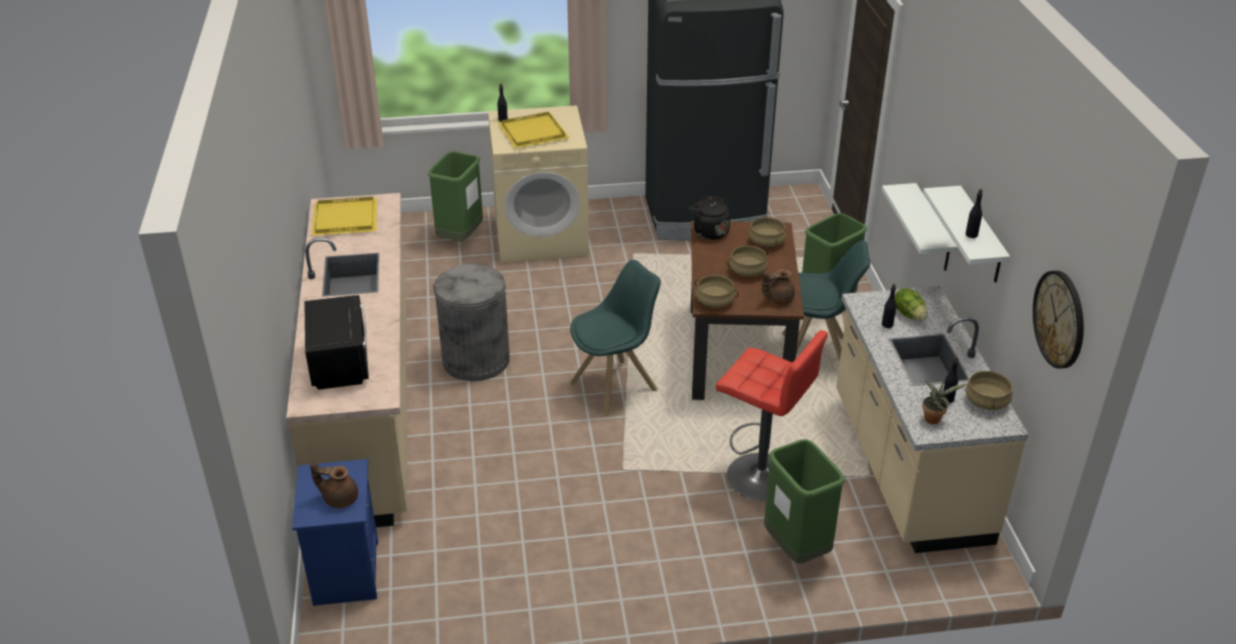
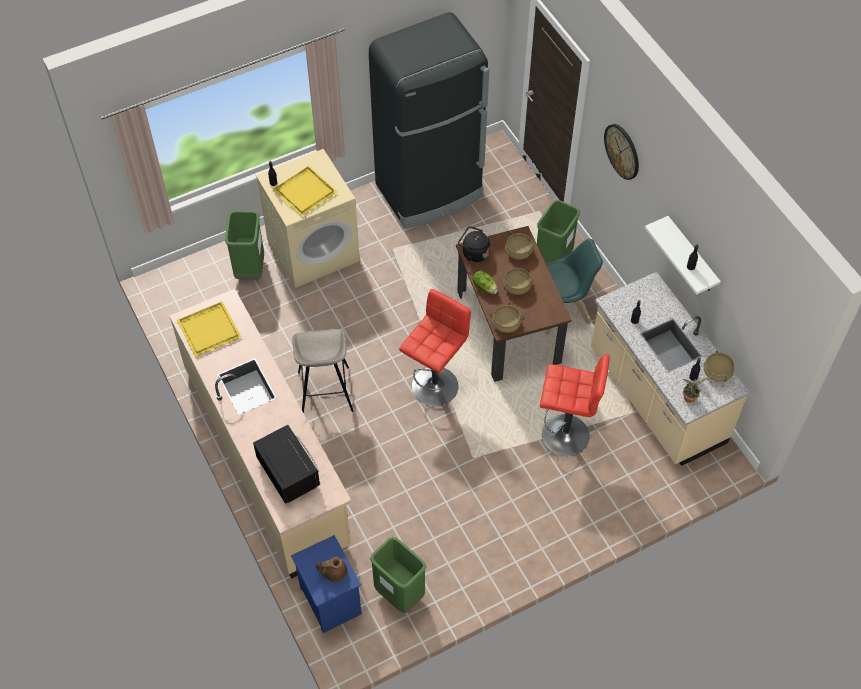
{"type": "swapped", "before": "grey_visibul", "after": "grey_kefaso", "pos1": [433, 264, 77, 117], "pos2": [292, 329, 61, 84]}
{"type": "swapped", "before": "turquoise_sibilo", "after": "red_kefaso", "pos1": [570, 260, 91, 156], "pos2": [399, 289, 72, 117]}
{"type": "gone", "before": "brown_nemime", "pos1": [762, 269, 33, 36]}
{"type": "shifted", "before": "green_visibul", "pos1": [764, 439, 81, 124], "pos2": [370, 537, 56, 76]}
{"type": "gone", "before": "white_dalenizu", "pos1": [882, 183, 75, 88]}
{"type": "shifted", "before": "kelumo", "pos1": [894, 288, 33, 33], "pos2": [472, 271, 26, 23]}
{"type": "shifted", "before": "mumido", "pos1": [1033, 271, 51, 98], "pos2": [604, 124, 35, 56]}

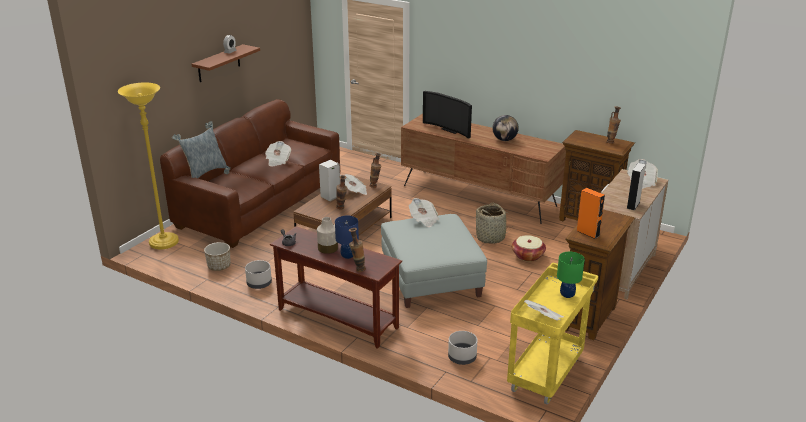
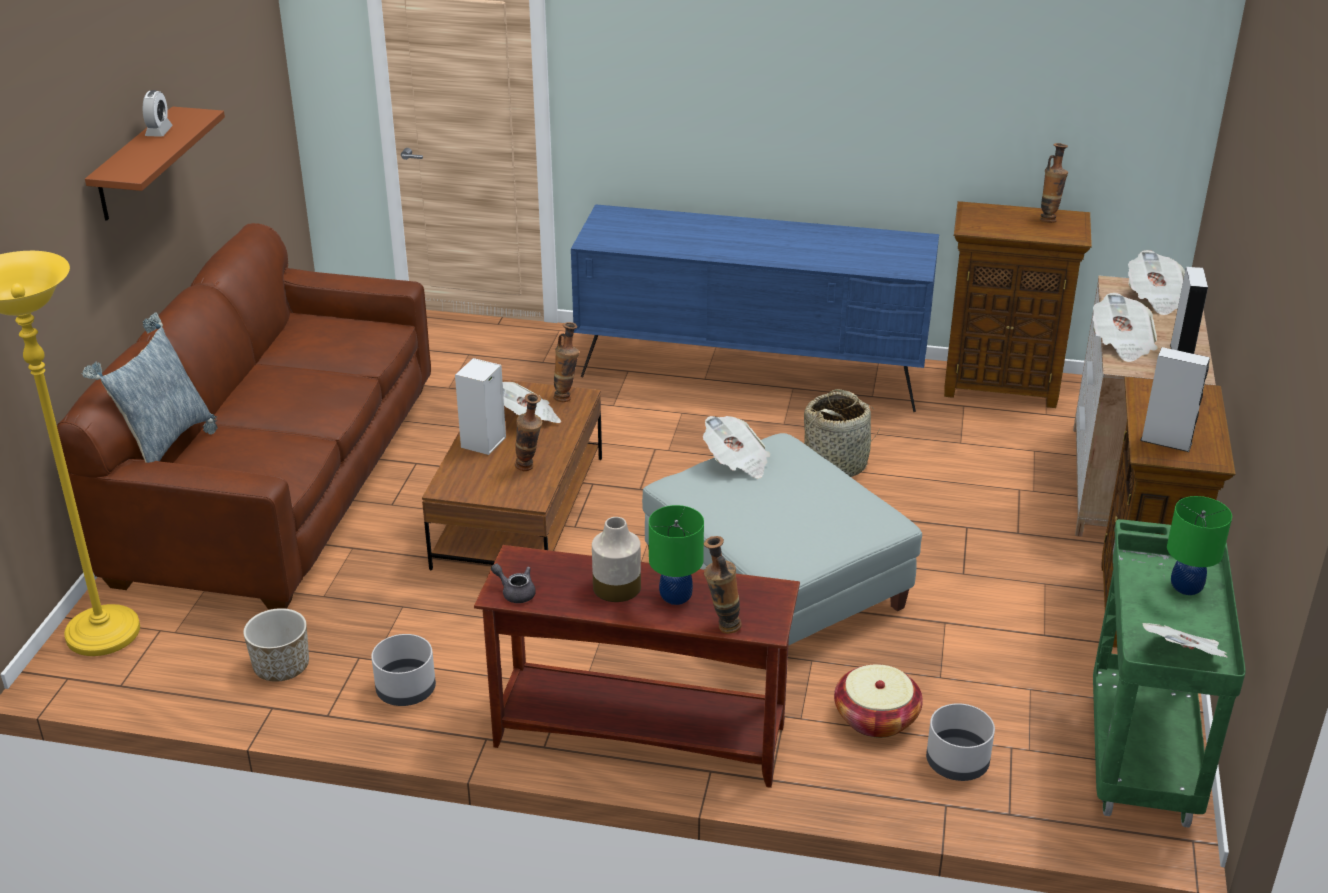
{"type": "shifted", "before": "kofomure", "pos1": [265, 141, 26, 25], "pos2": [1093, 293, 65, 69]}
{"type": "repainted", "before": "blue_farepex", "after": "green_farepex", "pos1": [335, 216, 24, 43], "pos2": [649, 505, 55, 100]}
{"type": "repainted", "before": "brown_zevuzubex", "after": "blue_zevuzubex", "pos1": [401, 114, 165, 110], "pos2": [571, 204, 368, 208]}
{"type": "gone", "before": "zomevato", "pos1": [423, 91, 49, 48]}
{"type": "gone", "before": "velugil", "pos1": [492, 115, 27, 26]}
{"type": "repainted", "before": "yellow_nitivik", "after": "green_nitivik", "pos1": [507, 263, 91, 142], "pos2": [1093, 519, 152, 308]}
{"type": "shifted", "before": "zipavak", "pos1": [512, 235, 34, 27], "pos2": [834, 664, 89, 74]}
{"type": "repainted", "before": "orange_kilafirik", "after": "grey_kilafirik", "pos1": [577, 188, 28, 51], "pos2": [1140, 347, 70, 105]}

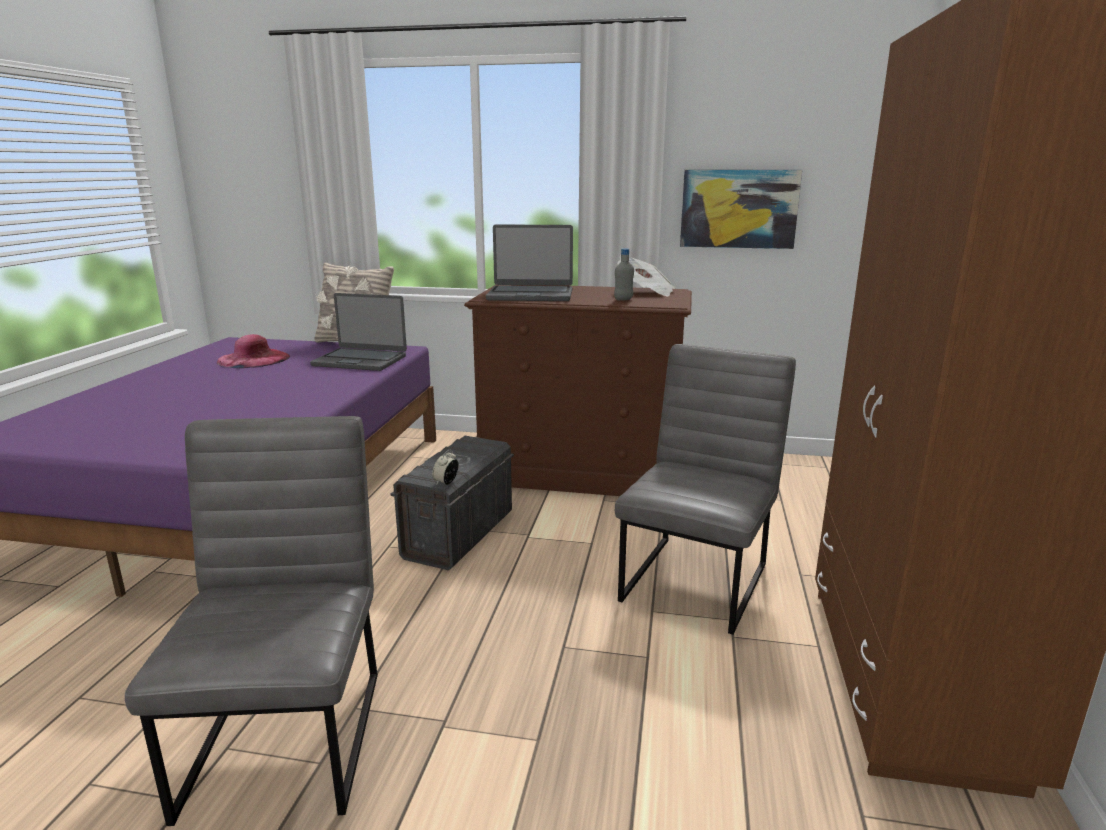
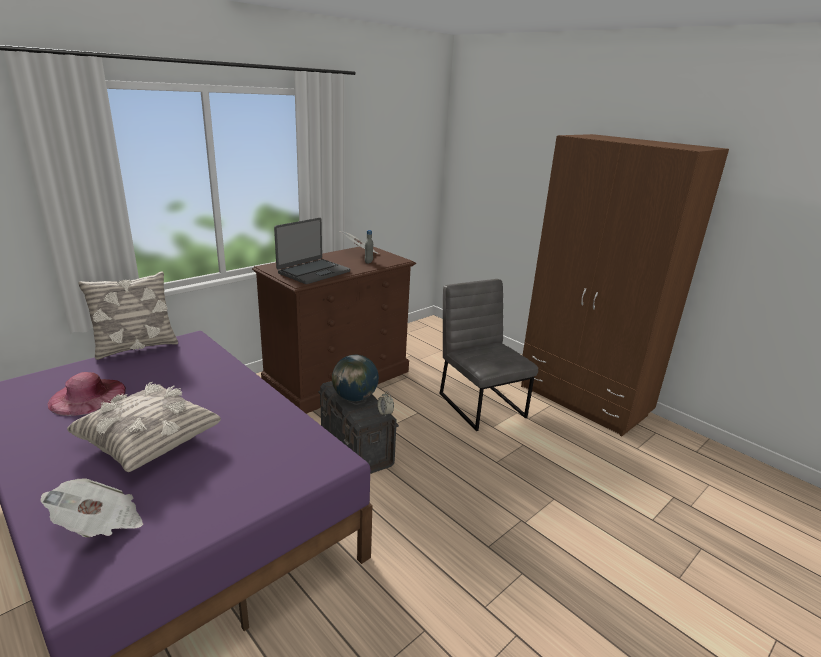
{"type": "gone", "before": "grey_sibilo", "pos1": [125, 416, 253, 410]}
{"type": "gone", "before": "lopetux", "pos1": [310, 293, 97, 78]}
{"type": "gone", "before": "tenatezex", "pos1": [680, 170, 122, 79]}
{"type": "new", "after": "kofomure", "pos2": [40, 478, 103, 59]}
{"type": "new", "after": "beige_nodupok", "pos2": [67, 382, 154, 90]}
{"type": "new", "after": "velugil", "pos2": [332, 355, 47, 46]}

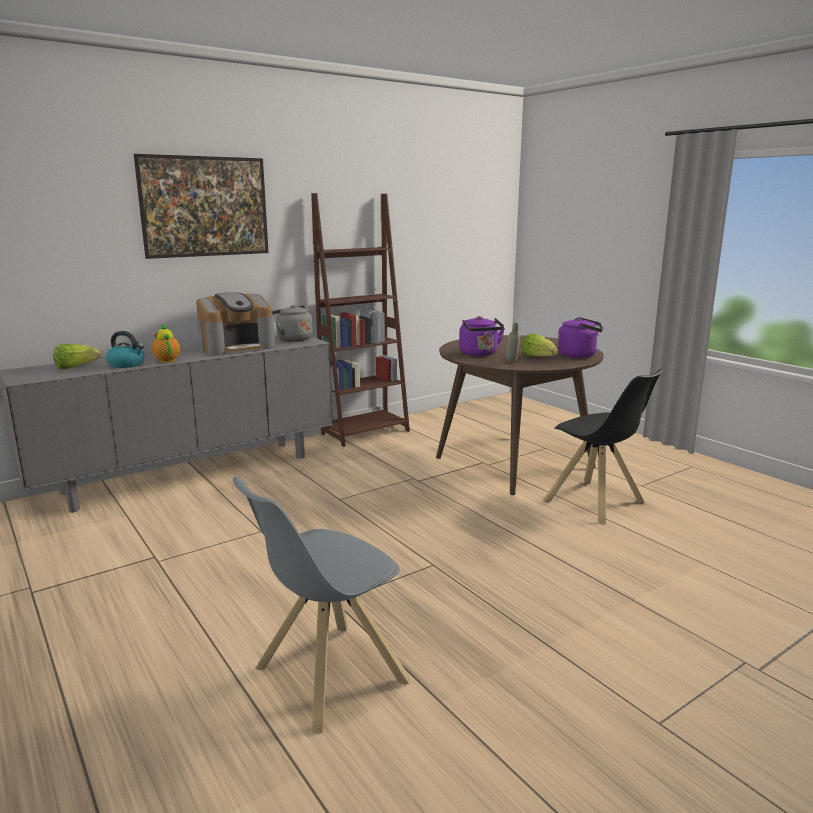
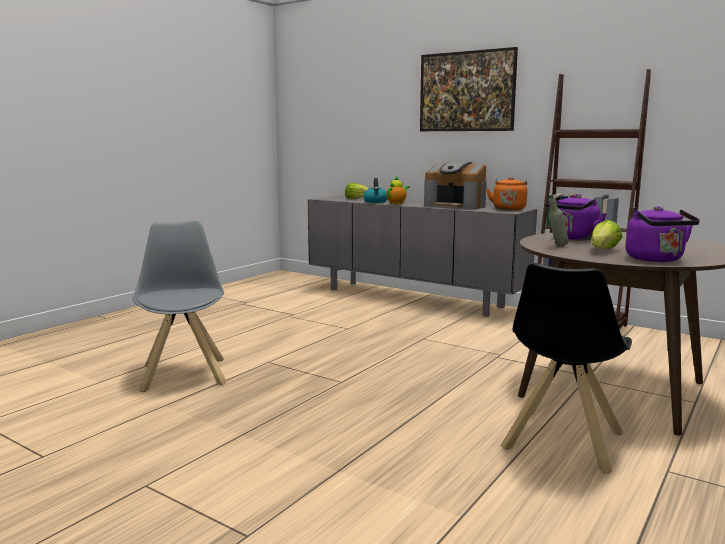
{"type": "rotated", "before": "grey_sibilo", "pos1": [233, 476, 177, 257], "pos2": [133, 221, 94, 171], "turn": 45}
{"type": "repainted", "before": "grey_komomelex", "after": "orange_komomelex", "pos1": [272, 305, 41, 37], "pos2": [486, 177, 41, 34]}

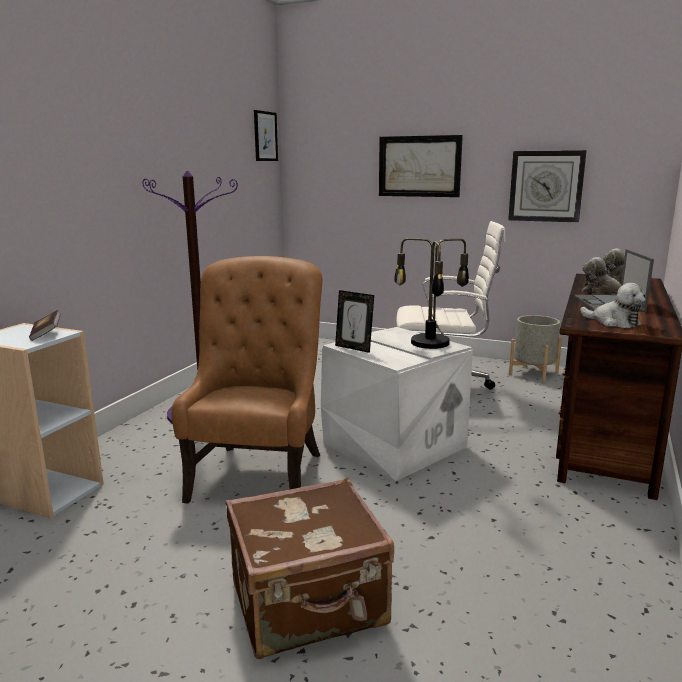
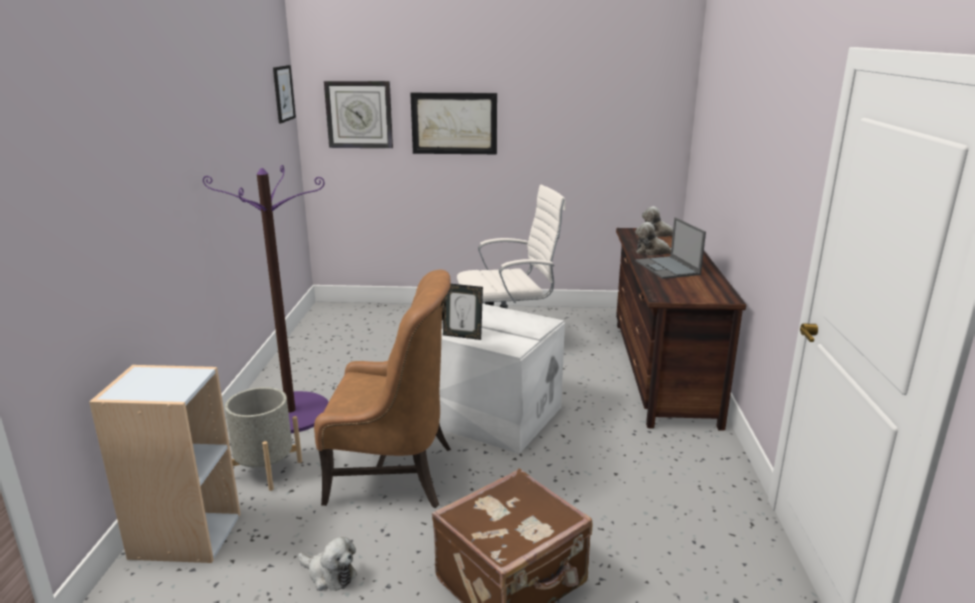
{"type": "gone", "before": "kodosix", "pos1": [29, 310, 32, 31]}
{"type": "rotated", "before": "brown_sibilo", "pos1": [171, 256, 151, 248], "pos2": [314, 270, 137, 238], "turn": 105}
{"type": "gone", "before": "farepex", "pos1": [394, 238, 75, 111]}
{"type": "shifted", "before": "mumido", "pos1": [508, 150, 79, 72], "pos2": [324, 81, 69, 67]}
{"type": "shifted", "before": "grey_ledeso", "pos1": [509, 315, 53, 68], "pos2": [225, 387, 77, 104]}
{"type": "shifted", "before": "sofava", "pos1": [580, 283, 66, 45], "pos2": [298, 537, 59, 54]}

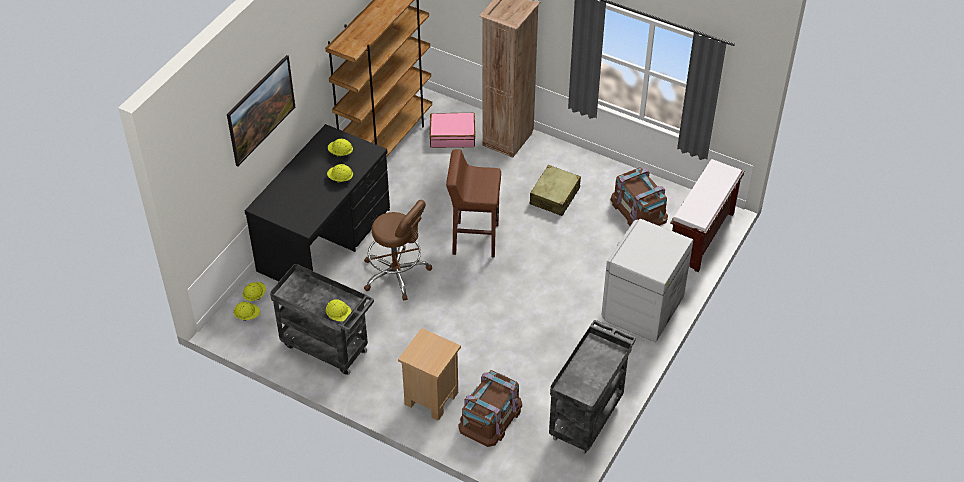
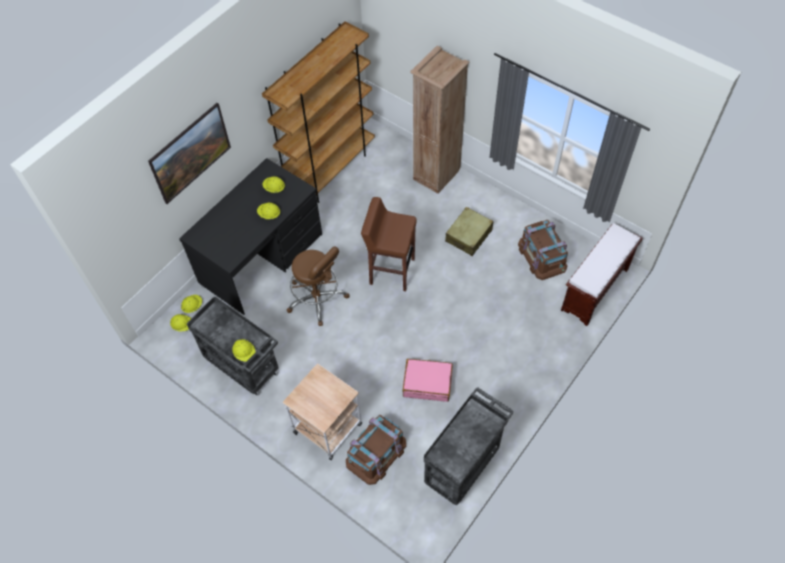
{"type": "swapped", "before": "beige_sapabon", "after": "beige_nitivik", "pos1": [398, 328, 63, 93], "pos2": [282, 363, 80, 97]}
{"type": "shifted", "before": "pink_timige", "pos1": [430, 113, 46, 35], "pos2": [403, 359, 50, 43]}
{"type": "gone", "before": "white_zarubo", "pos1": [602, 219, 92, 123]}

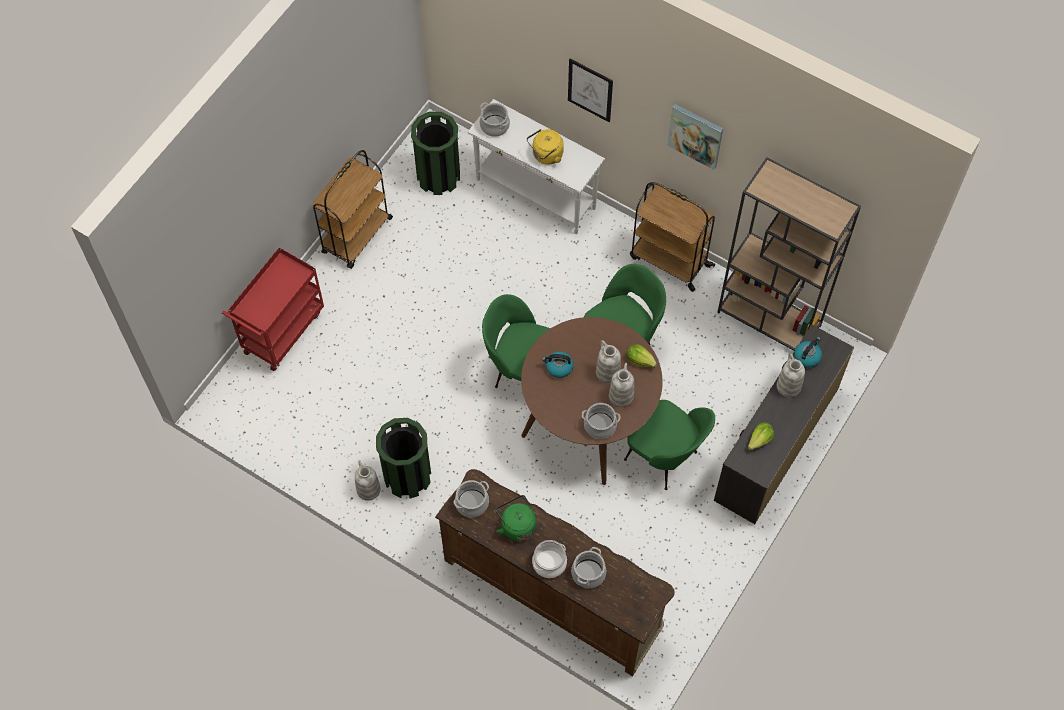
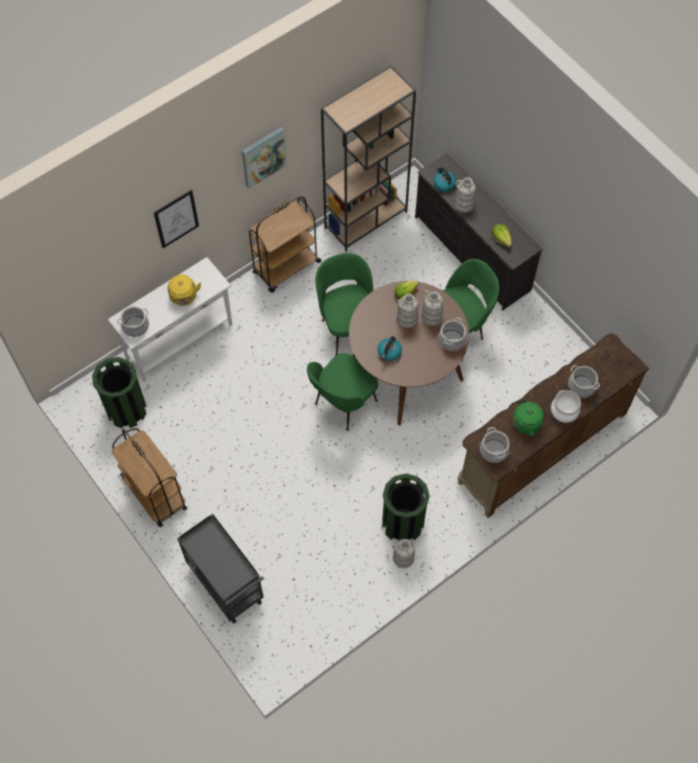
{"type": "repainted", "before": "red_nitivik", "after": "grey_nitivik", "pos1": [222, 248, 102, 123], "pos2": [177, 514, 87, 109]}

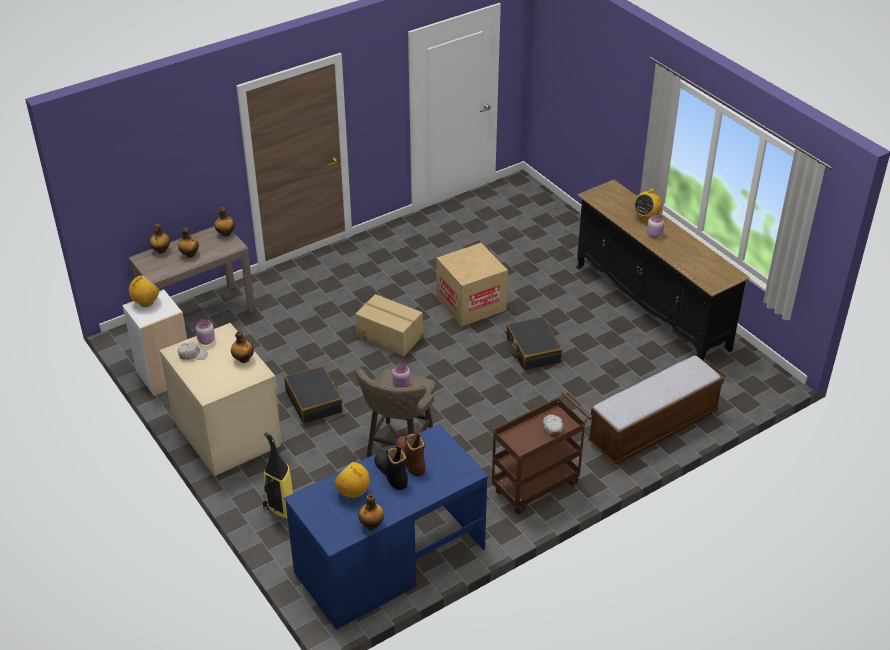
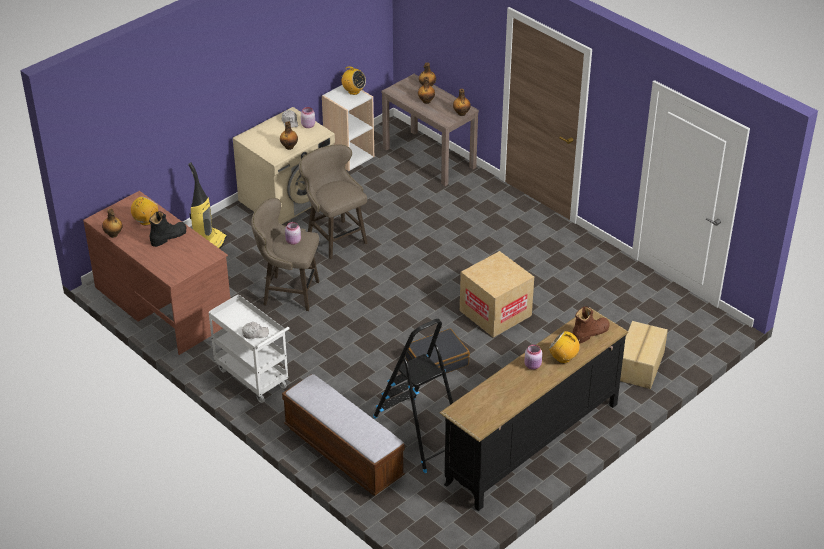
{"type": "swapped", "before": "black_timige", "after": "beige_kefaso", "pos1": [284, 366, 58, 58], "pos2": [299, 145, 68, 114]}
{"type": "repainted", "before": "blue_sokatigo", "after": "brown_sokatigo", "pos1": [284, 424, 204, 205], "pos2": [83, 191, 147, 164]}
{"type": "shifted", "before": "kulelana", "pos1": [355, 294, 68, 62], "pos2": [620, 321, 48, 68]}
{"type": "shifted", "before": "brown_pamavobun", "pos1": [395, 433, 30, 43], "pos2": [572, 306, 38, 38]}
{"type": "repainted", "before": "brown_nitivik", "after": "white_nitivik", "pos1": [492, 391, 100, 123], "pos2": [209, 294, 81, 109]}
{"type": "new", "after": "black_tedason", "pos2": [373, 319, 80, 154]}

